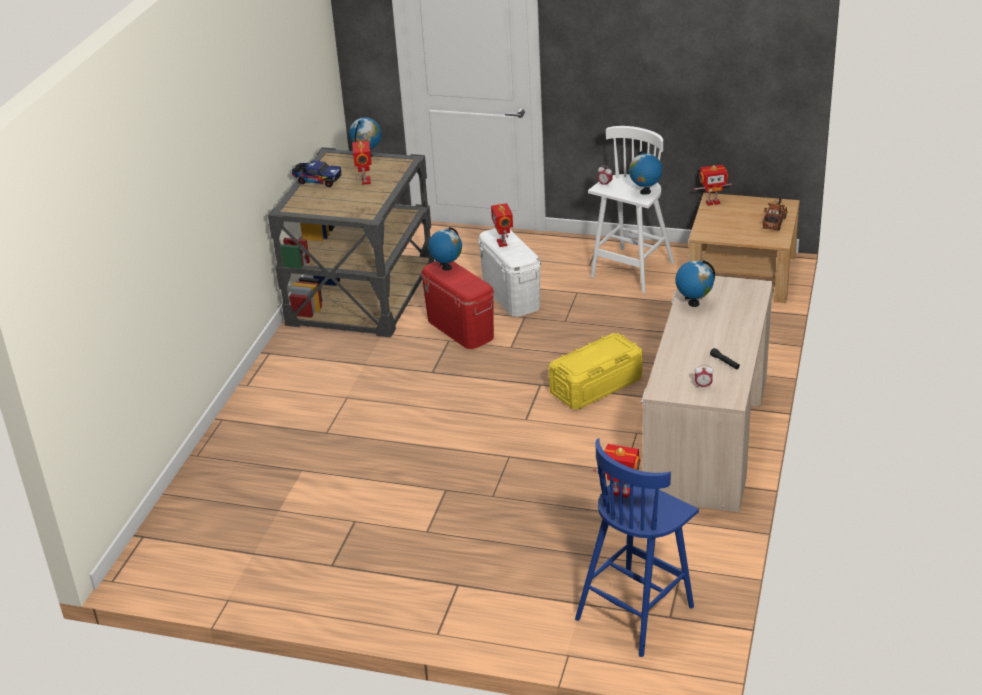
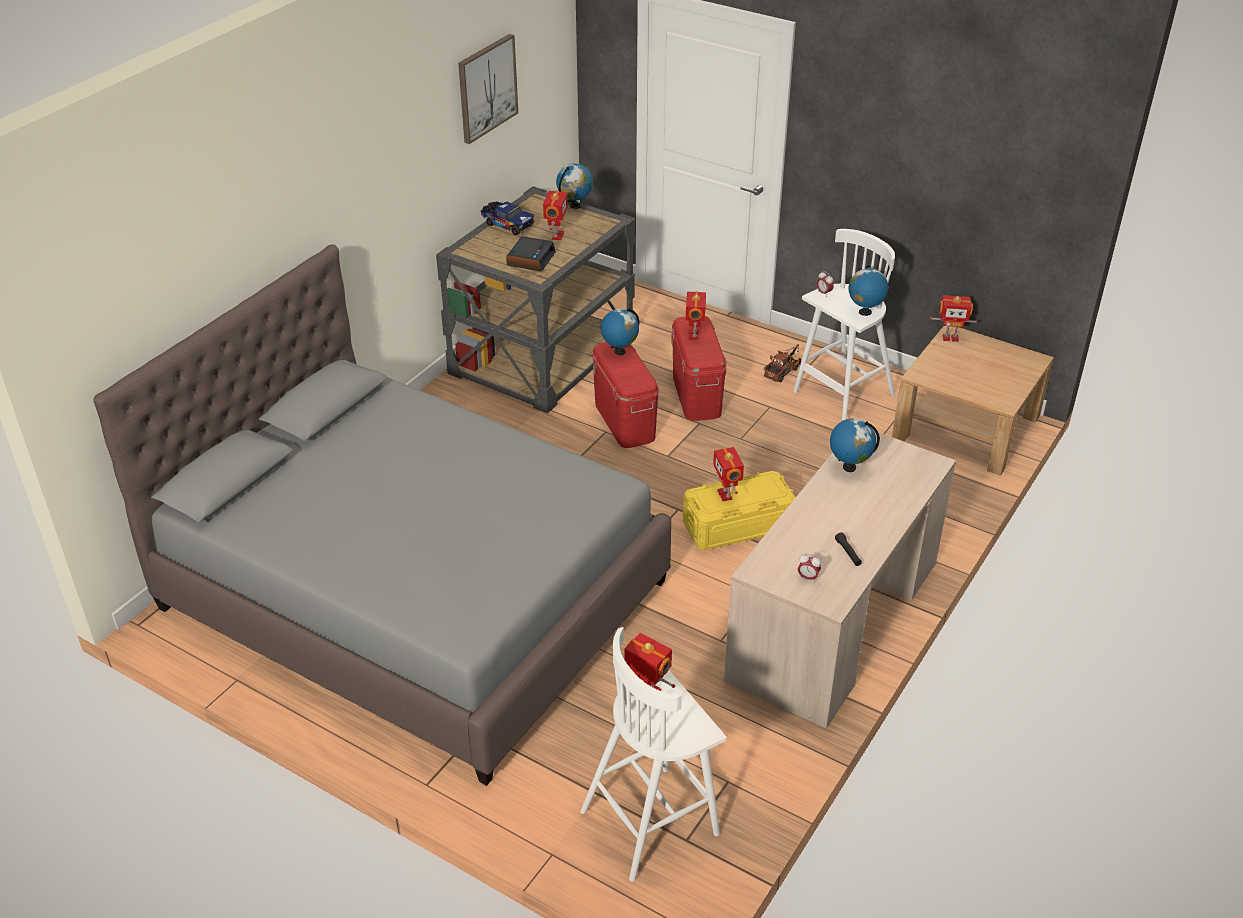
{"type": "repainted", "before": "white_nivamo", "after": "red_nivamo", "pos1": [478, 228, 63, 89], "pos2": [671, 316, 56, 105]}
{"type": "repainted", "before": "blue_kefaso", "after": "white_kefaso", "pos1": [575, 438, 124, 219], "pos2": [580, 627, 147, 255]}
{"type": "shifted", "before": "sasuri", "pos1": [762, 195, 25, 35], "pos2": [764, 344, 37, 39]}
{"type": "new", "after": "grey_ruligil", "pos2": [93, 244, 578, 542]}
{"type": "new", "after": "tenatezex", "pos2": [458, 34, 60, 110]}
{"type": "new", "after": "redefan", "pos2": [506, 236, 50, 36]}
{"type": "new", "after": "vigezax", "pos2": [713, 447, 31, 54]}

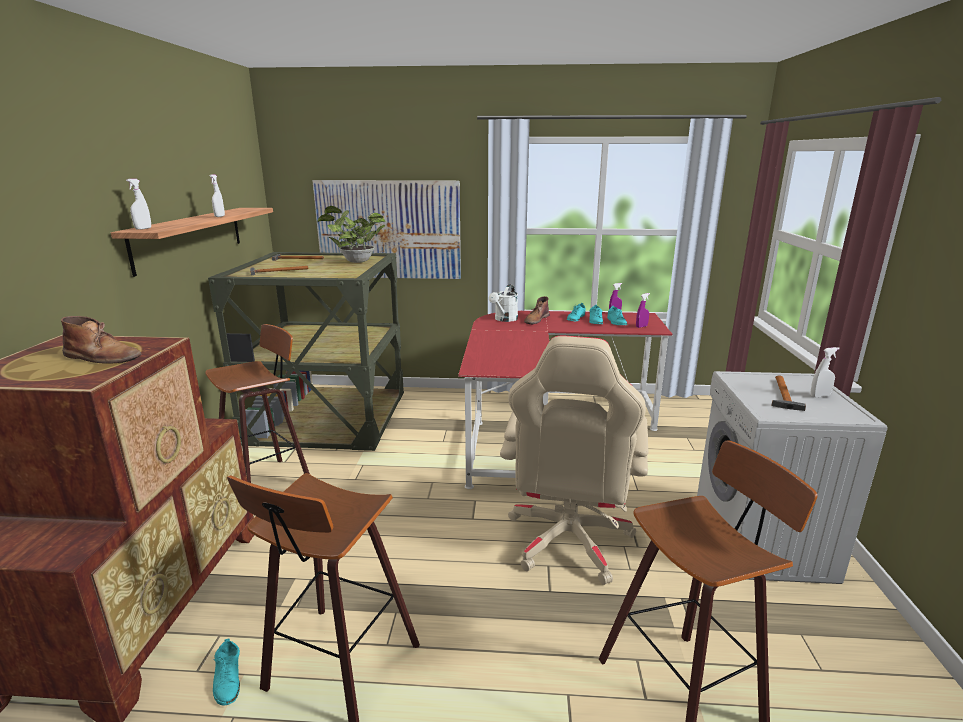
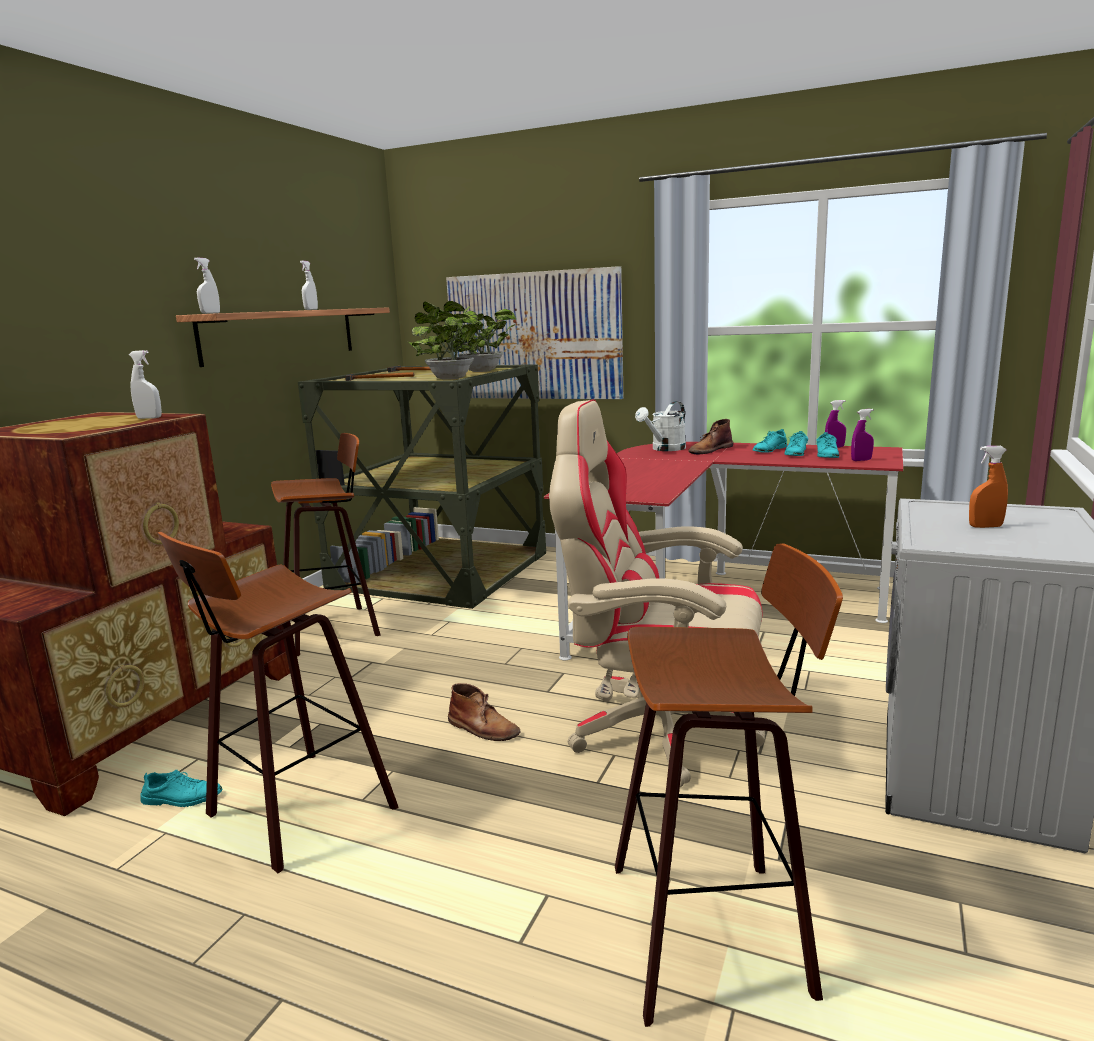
{"type": "shifted", "before": "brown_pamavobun", "pos1": [61, 316, 80, 48], "pos2": [448, 683, 72, 58]}
{"type": "rotated", "before": "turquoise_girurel", "pos1": [213, 638, 27, 67], "pos2": [140, 769, 82, 38], "turn": -90}
{"type": "rotated", "before": "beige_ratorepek", "pos1": [500, 336, 149, 249], "pos2": [549, 399, 216, 388], "turn": 75}
{"type": "swapped", "before": "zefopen", "after": "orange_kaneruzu", "pos1": [771, 376, 35, 35], "pos2": [969, 446, 39, 82]}
{"type": "shifted", "before": "white_kaneruzu", "pos1": [810, 347, 30, 50], "pos2": [129, 350, 33, 69]}
{"type": "new", "after": "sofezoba", "pos2": [408, 301, 75, 79]}

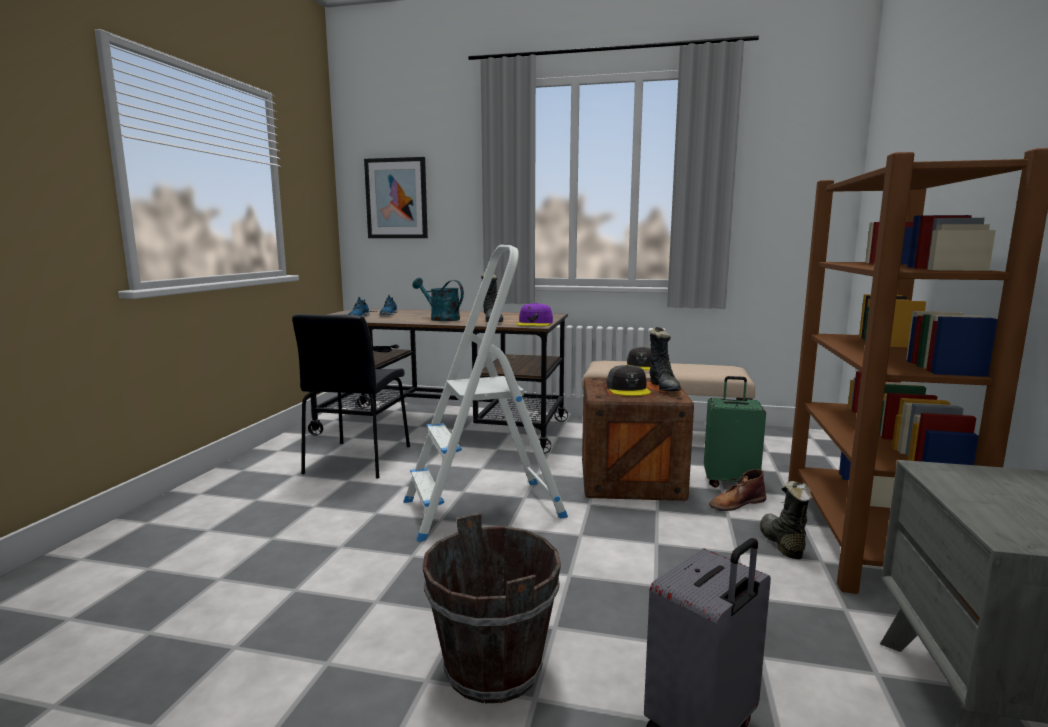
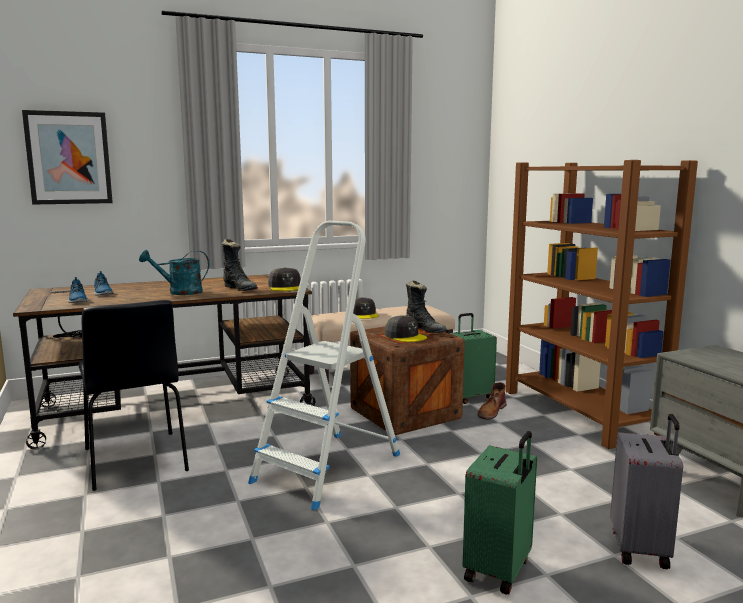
{"type": "swapped", "before": "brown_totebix", "after": "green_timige", "pos1": [423, 513, 138, 190], "pos2": [463, 431, 74, 164]}
{"type": "repainted", "before": "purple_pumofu", "after": "grey_pumofu", "pos1": [516, 303, 37, 23], "pos2": [268, 267, 33, 24]}
{"type": "gone", "before": "black_pamavobun", "pos1": [760, 481, 51, 78]}

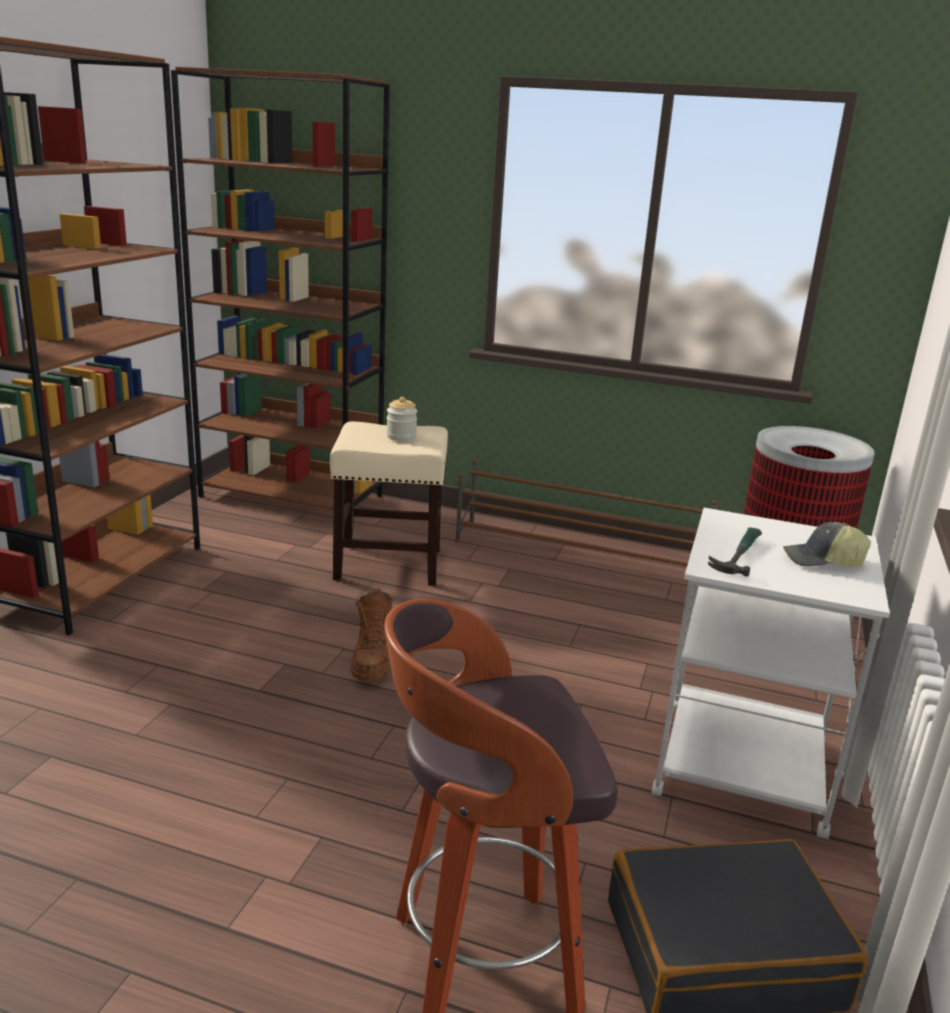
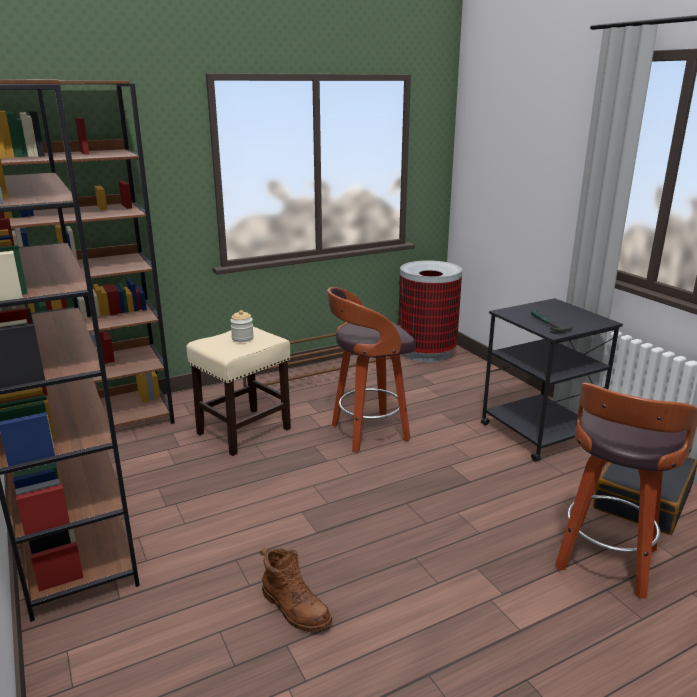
{"type": "shifted", "before": "brown_pamavobun", "pos1": [351, 588, 42, 93], "pos2": [260, 547, 72, 85]}
{"type": "repainted", "before": "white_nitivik", "after": "black_nitivik", "pos1": [651, 508, 239, 331], "pos2": [481, 298, 142, 164]}
{"type": "gone", "before": "pumofu", "pos1": [783, 522, 88, 45]}
{"type": "new", "after": "kefaso", "pos2": [327, 287, 88, 165]}

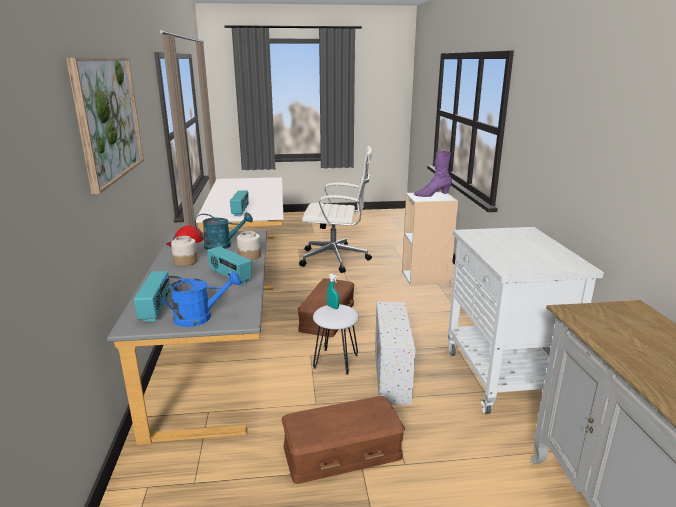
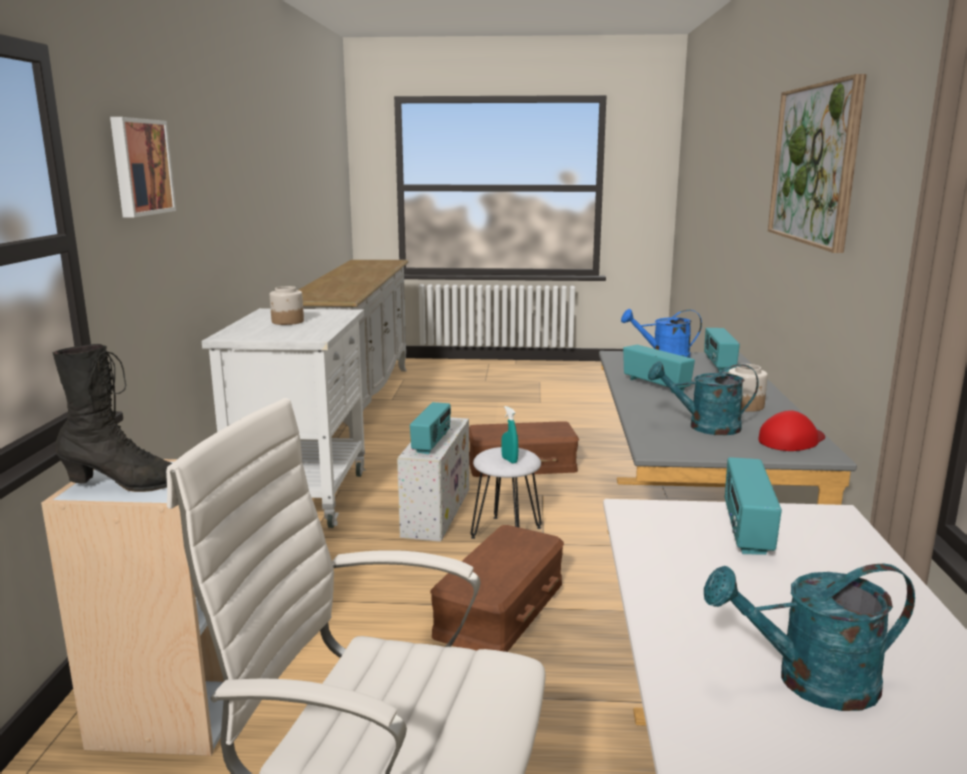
{"type": "shifted", "before": "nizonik", "pos1": [237, 231, 24, 29], "pos2": [270, 286, 34, 39]}
{"type": "repainted", "before": "purple_pamavobun", "after": "black_pamavobun", "pos1": [414, 151, 38, 46], "pos2": [53, 344, 119, 148]}
{"type": "new", "after": "tenatezex", "pos2": [110, 117, 66, 100]}
{"type": "new", "after": "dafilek", "pos2": [410, 402, 41, 52]}
{"type": "new", "after": "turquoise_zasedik", "pos2": [704, 564, 211, 147]}

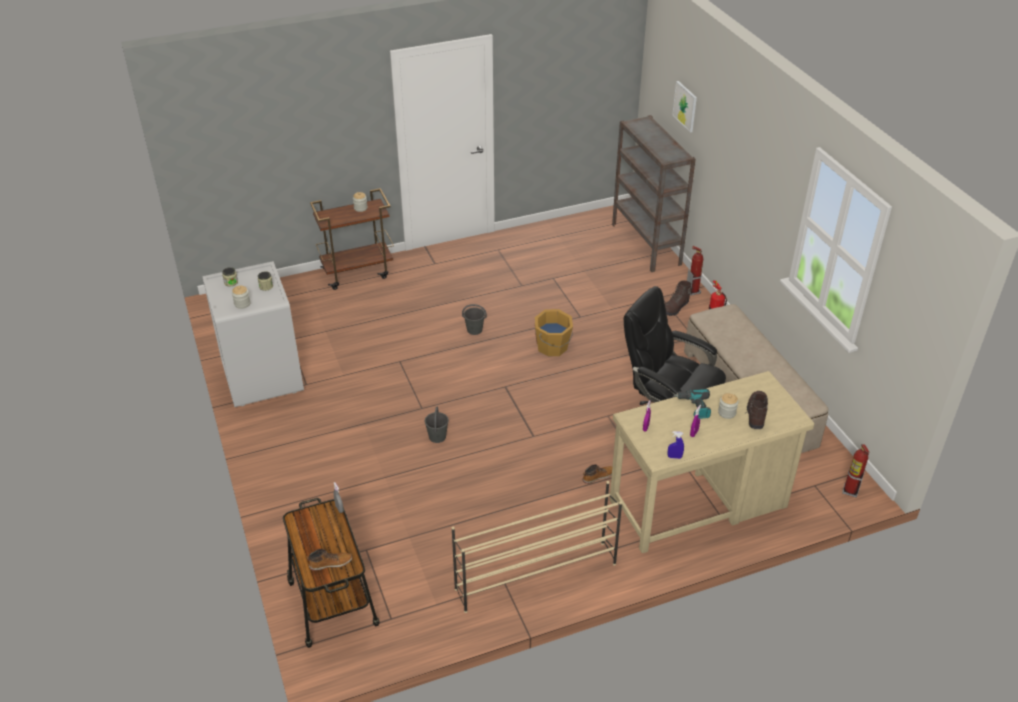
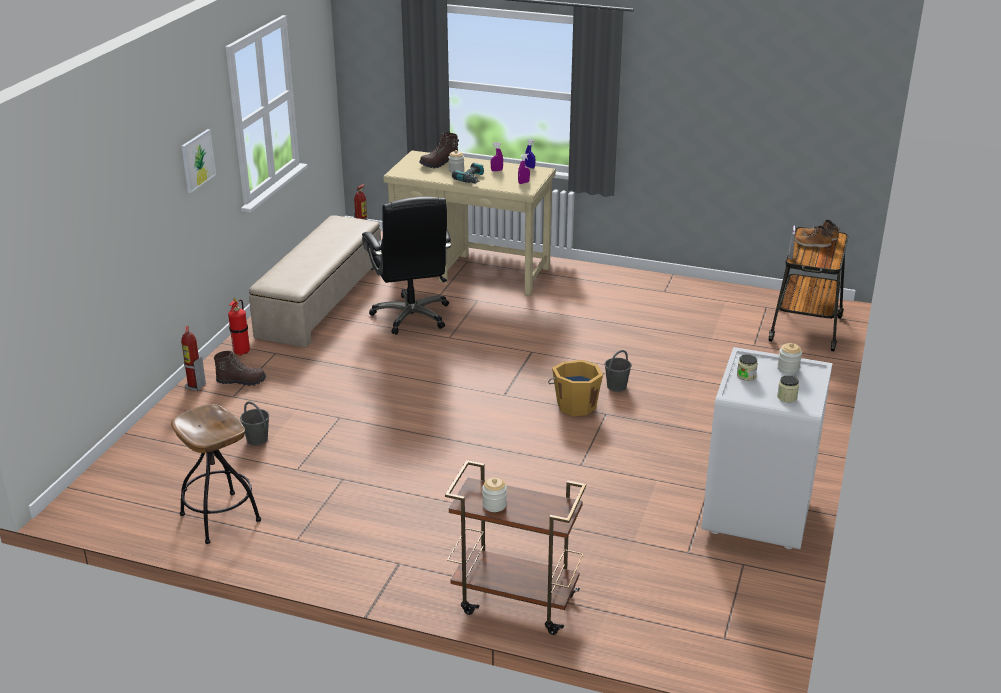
{"type": "gone", "before": "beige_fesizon", "pos1": [452, 481, 170, 132]}
{"type": "shifted", "before": "grey_totebix", "pos1": [462, 304, 25, 31], "pos2": [240, 401, 29, 45]}
{"type": "shifted", "before": "orange_totebix", "pos1": [535, 309, 38, 47], "pos2": [548, 360, 57, 56]}
{"type": "shifted", "before": "pamavobun", "pos1": [583, 464, 29, 20], "pos2": [795, 226, 38, 22]}
{"type": "gone", "before": "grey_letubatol", "pos1": [612, 115, 84, 157]}
{"type": "shifted", "before": "tenatezex", "pos1": [672, 81, 25, 52], "pos2": [181, 129, 35, 64]}
{"type": "new", "after": "brown_kefaso", "pos2": [171, 404, 90, 140]}

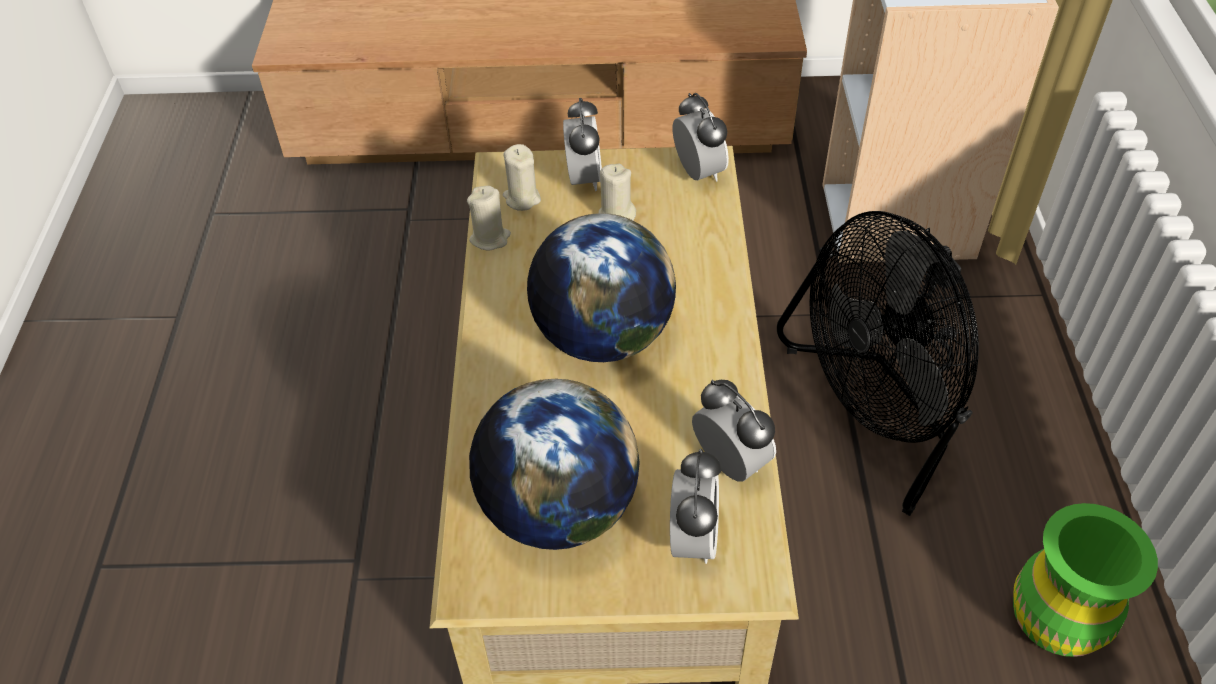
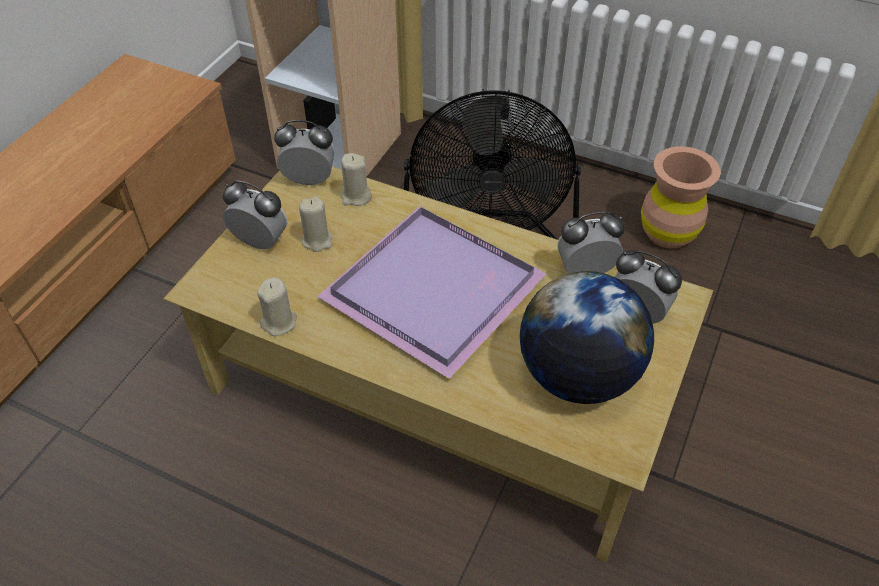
{"type": "shifted", "before": "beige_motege", "pos1": [503, 144, 38, 67], "pos2": [340, 153, 32, 53]}
{"type": "swapped", "before": "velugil", "after": "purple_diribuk", "pos1": [527, 213, 149, 149], "pos2": [317, 206, 230, 173]}
{"type": "repainted", "before": "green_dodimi", "after": "brown_dodimi", "pos1": [1013, 503, 145, 154], "pos2": [641, 146, 80, 103]}

